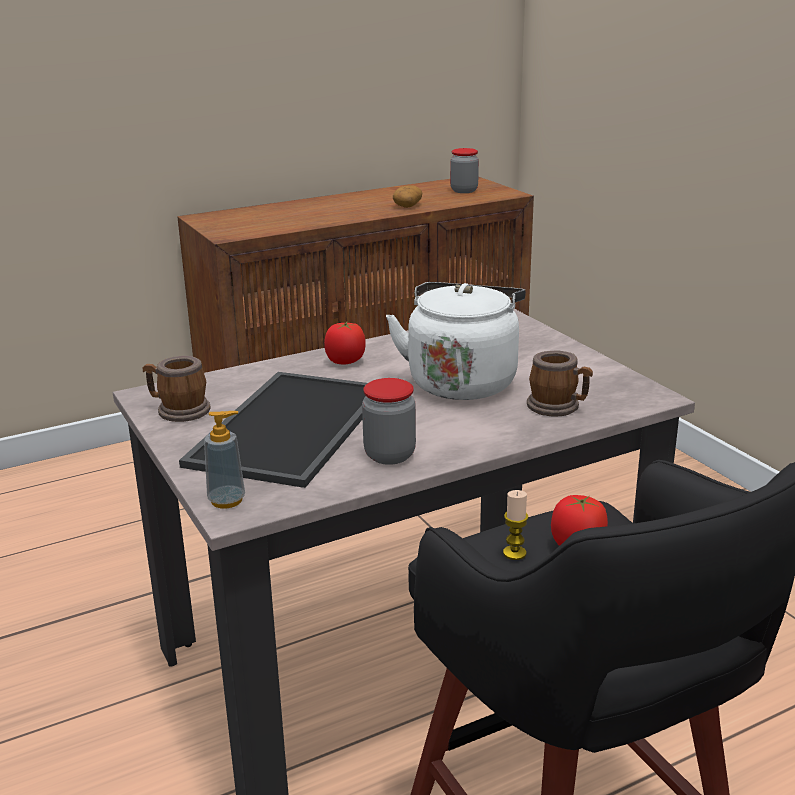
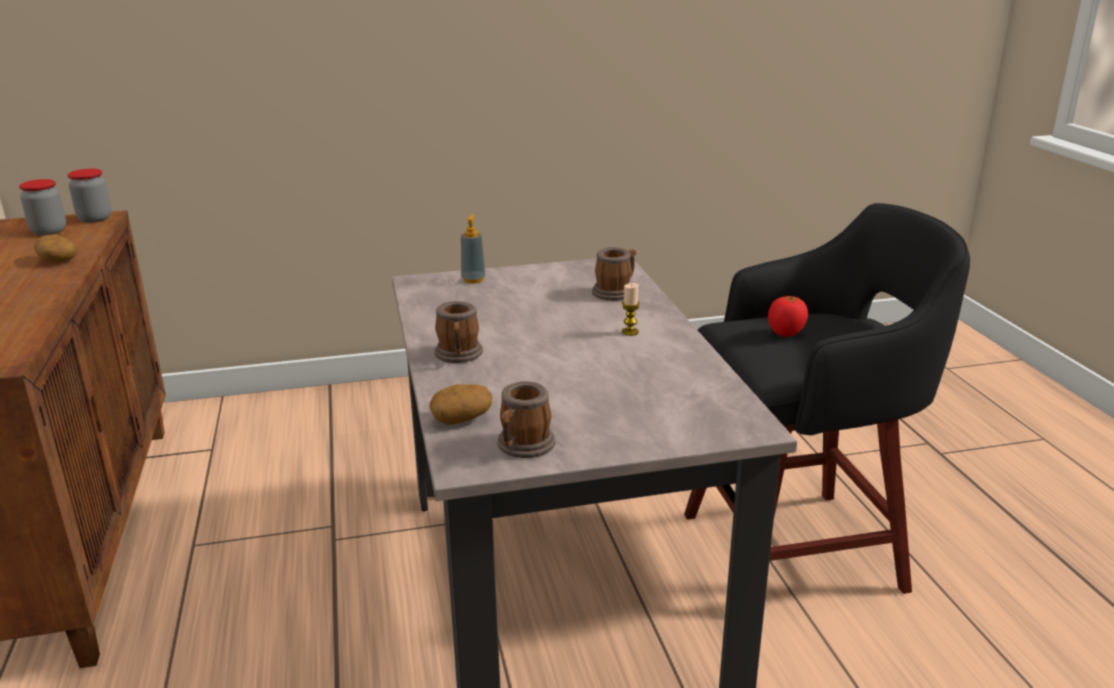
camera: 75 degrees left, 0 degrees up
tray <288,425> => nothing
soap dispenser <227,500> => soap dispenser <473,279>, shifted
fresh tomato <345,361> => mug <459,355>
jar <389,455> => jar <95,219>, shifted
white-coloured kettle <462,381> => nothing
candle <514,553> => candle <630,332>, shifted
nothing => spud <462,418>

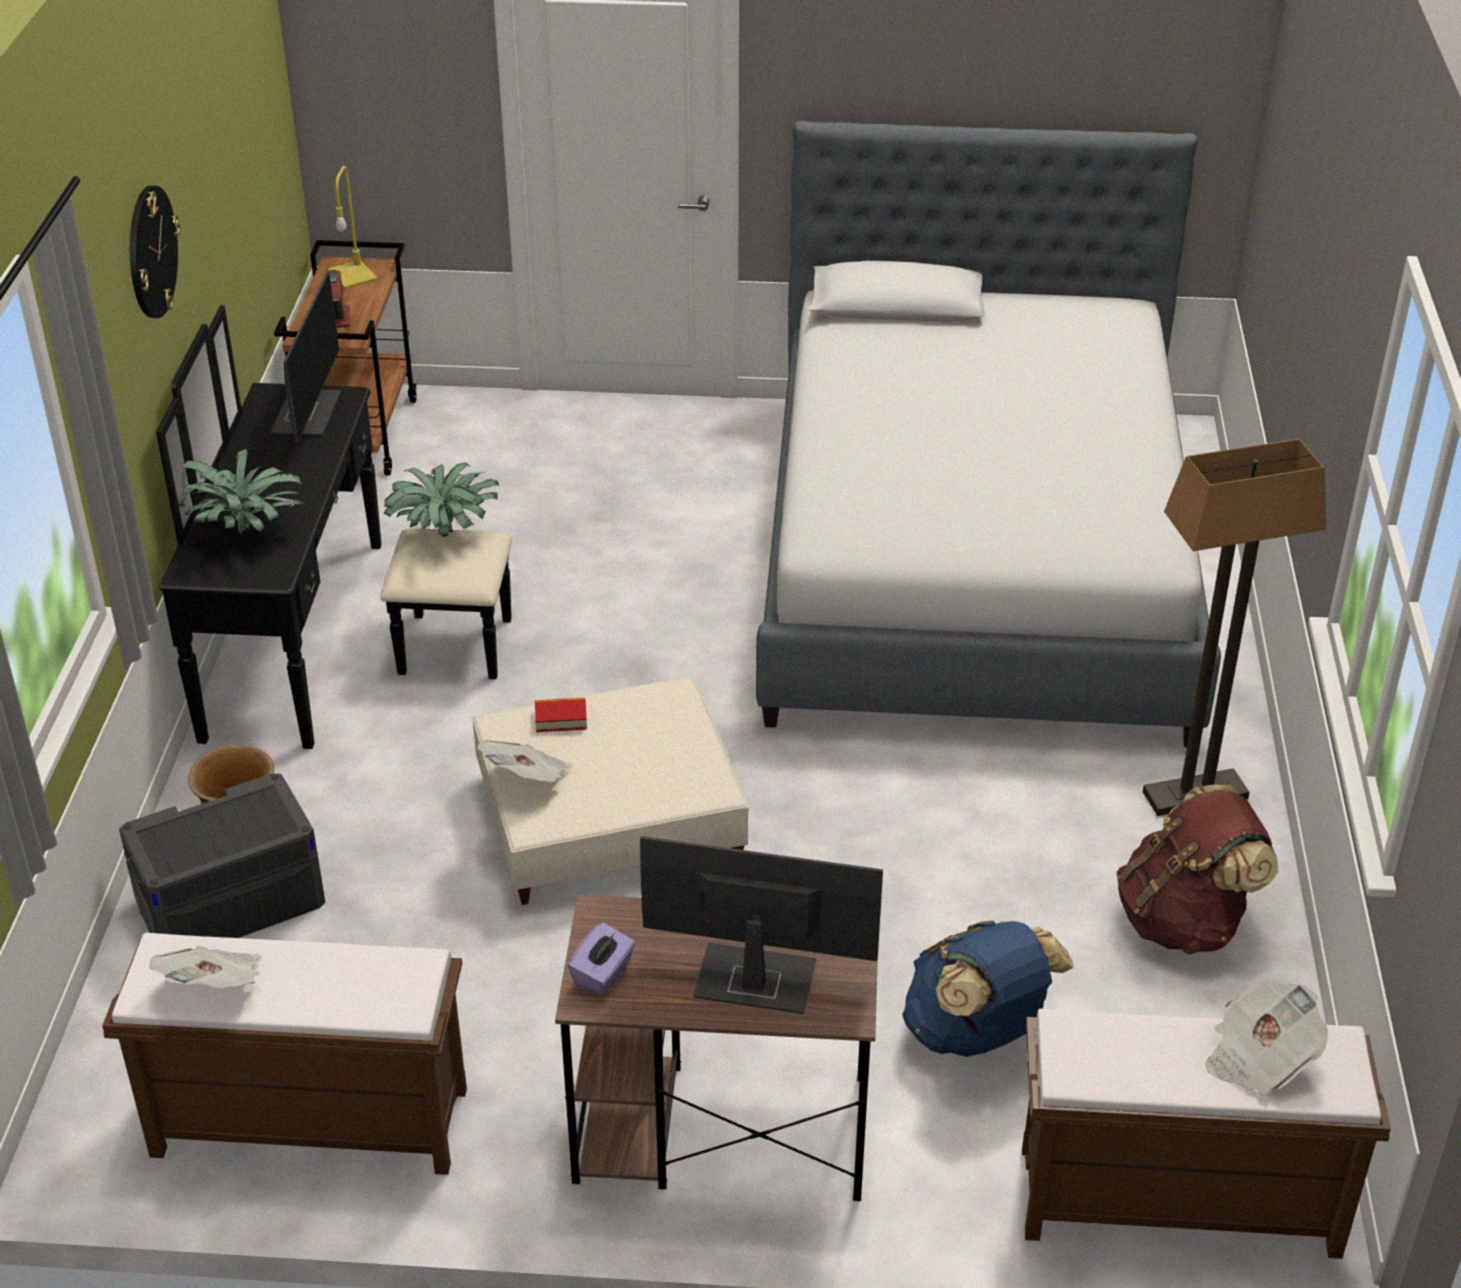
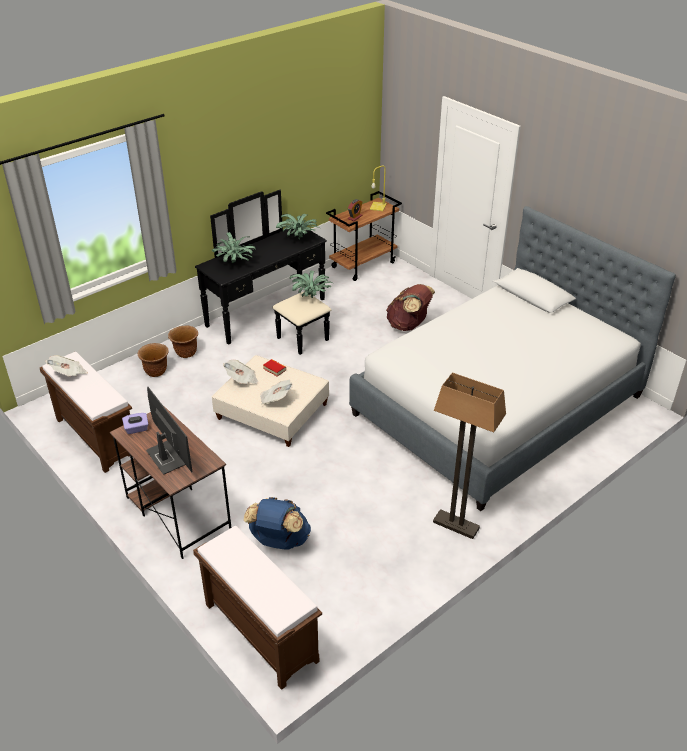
camera: 45 degrees right, 0 degrees up
gray storage container <230,902> => brown flower pot <156,371>
wall clock <151,252> => nothing
computer display <306,413> => potted plant <299,239>
brown rucksack <1184,921> => brown rucksack <408,325>, shifted
printed paper <1259,1058> => printed paper <275,399>, shifted

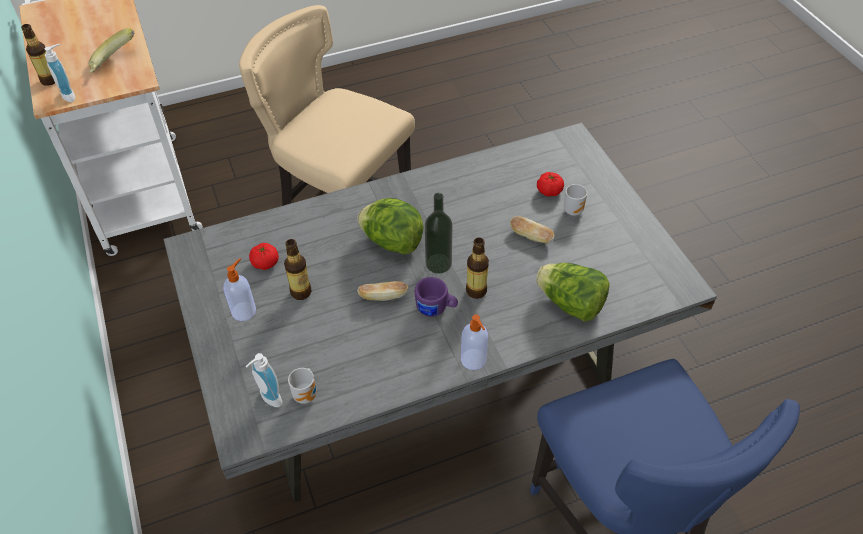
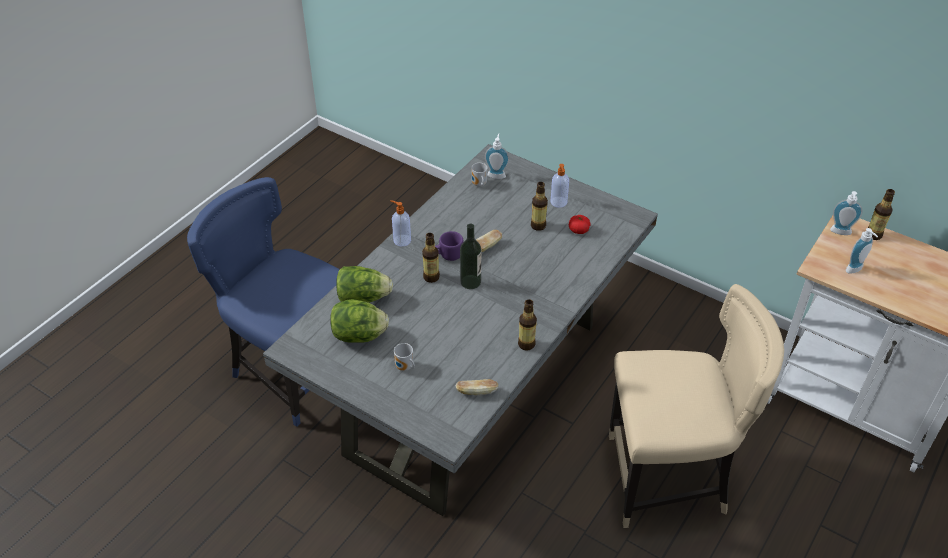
camera: 145 degrees right, 5 degrees down
banana fruit <114,64> => soap dispenser <856,270>
lettuce head <392,242> => lettuce head <359,336>, shifted
baked bread <531,236> => baked bread <476,392>, shifted
fresh tomato <549,191> => nothing
nothing => drink bottle <526,344>

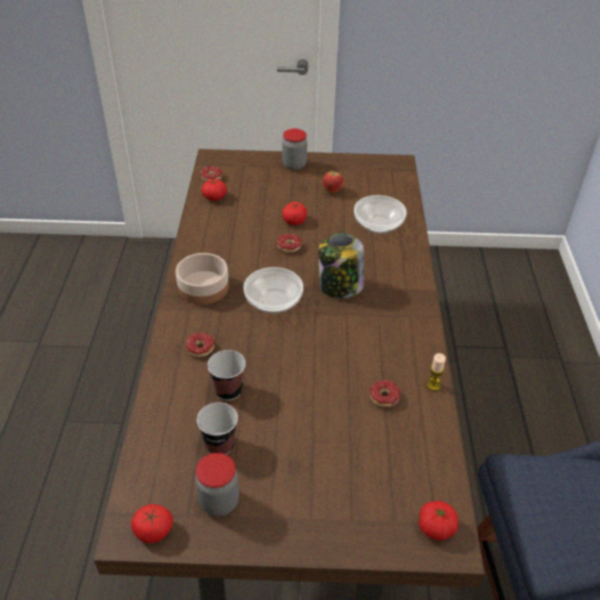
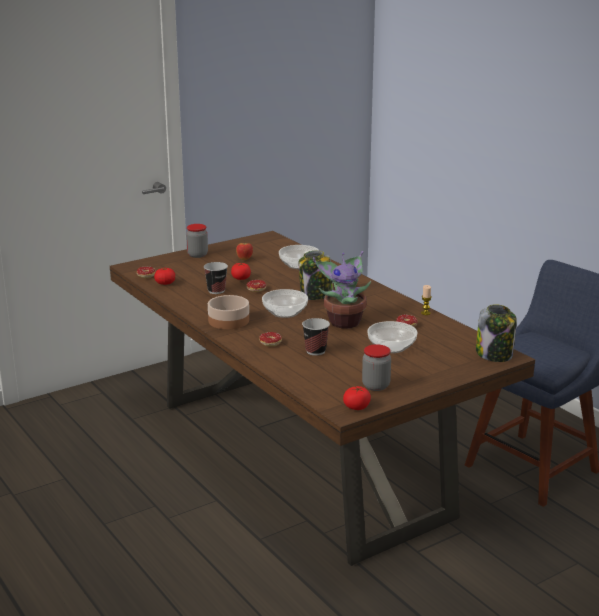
camera: 35 degrees left, 20 degrees down
small cup <220,445> => small cup <216,291>, shifted
fresh tomato <436,527> => jar <495,354>
nothing => potted plant <344,321>
nothing => bowl <392,347>

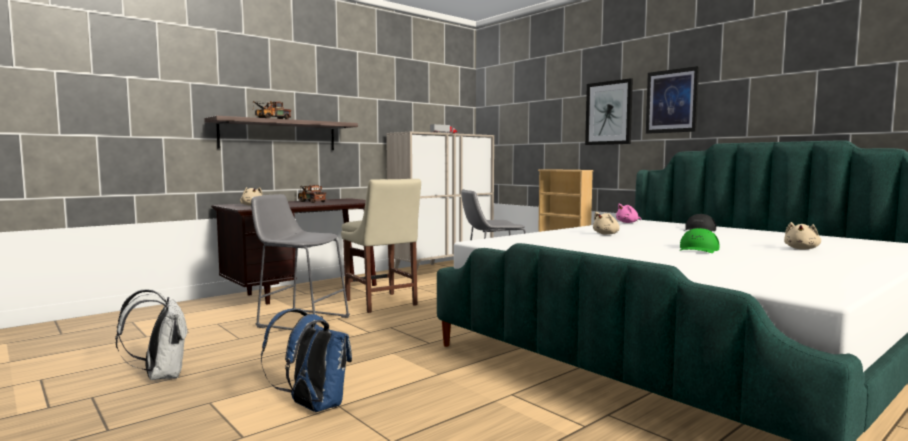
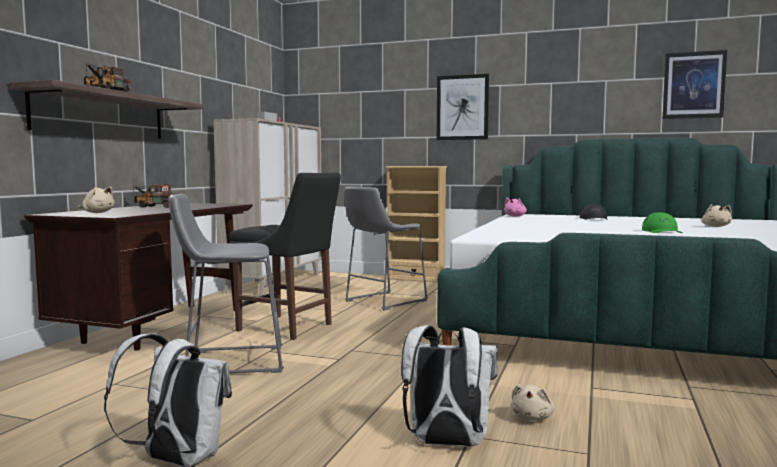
camera: 30 degrees left, 0 degrees up
bluish rucksack <312,406> => white-coloured rucksack <446,444>
sand-coloured plain chair <382,303> => black plain chair <288,328>
sand-coloured cuddly toy <607,234> => sand-coloured cuddly toy <532,417>, shifted
wall picture <672,101> => wall picture <693,85>, shifted

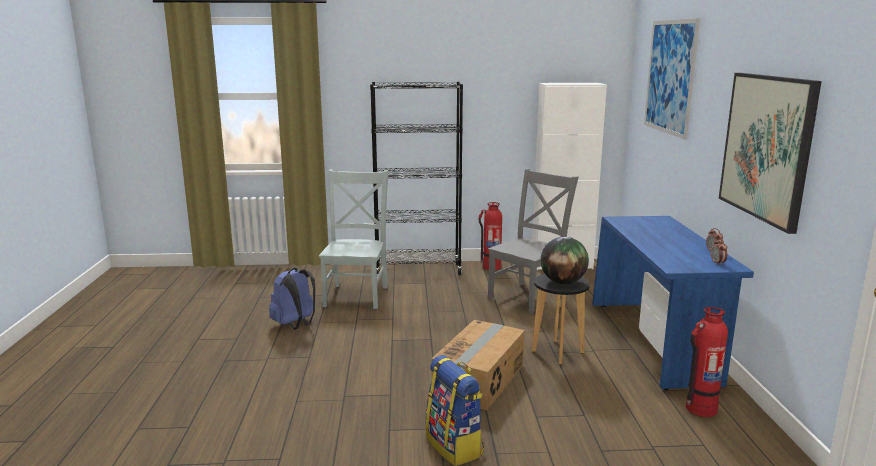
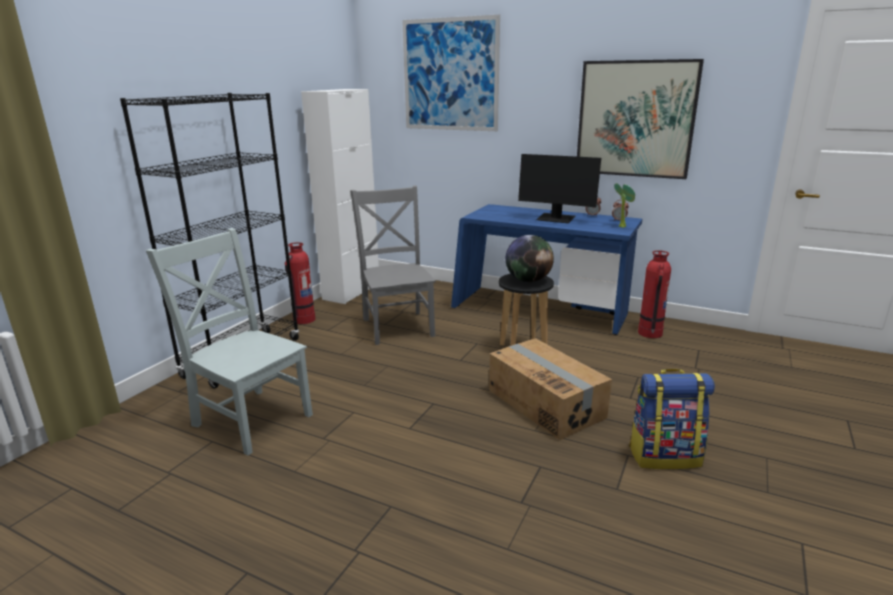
camera: 60 degrees left, 5 degrees up
bluish rucksack <295,325> => nothing
nothing => computer display <556,219>
nothing => potted plant <622,226>

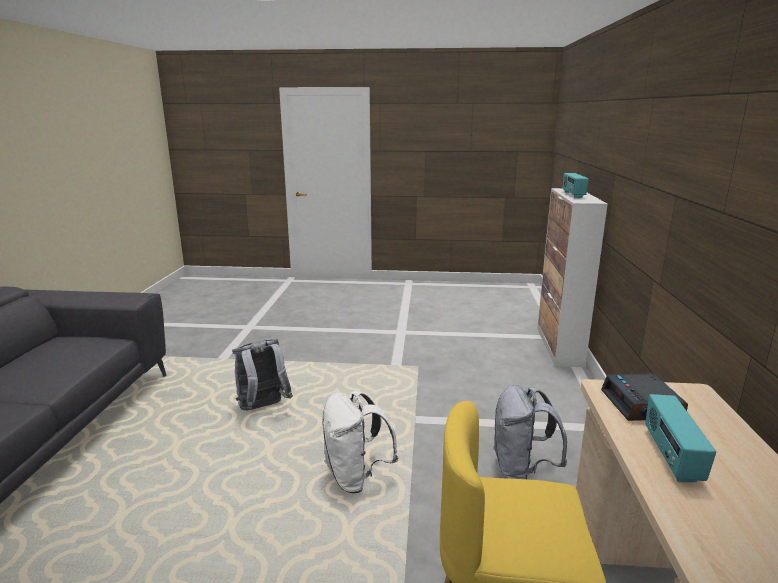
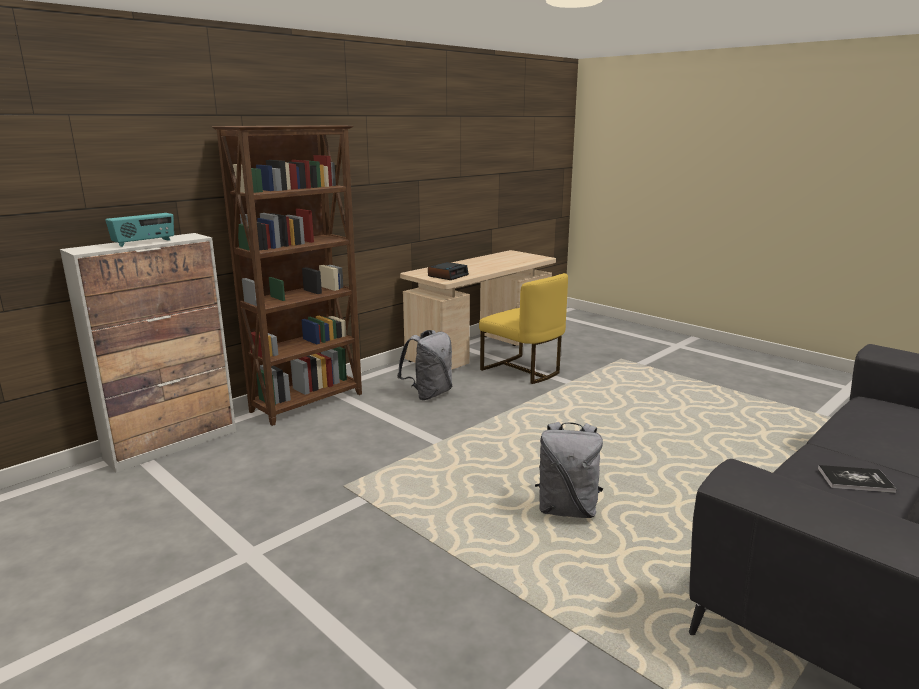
camera: 140 degrees left, 0 degrees up
white-coloured rucksack <356,477> => nothing
radio receiver <671,456> => nothing
nothing => brown bookcase <308,403>
nothing => volume <855,480>

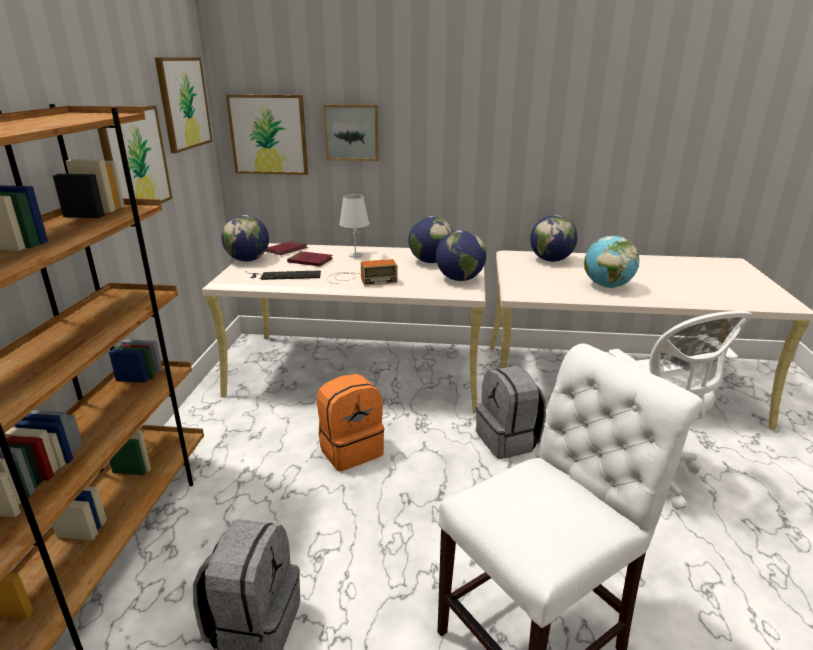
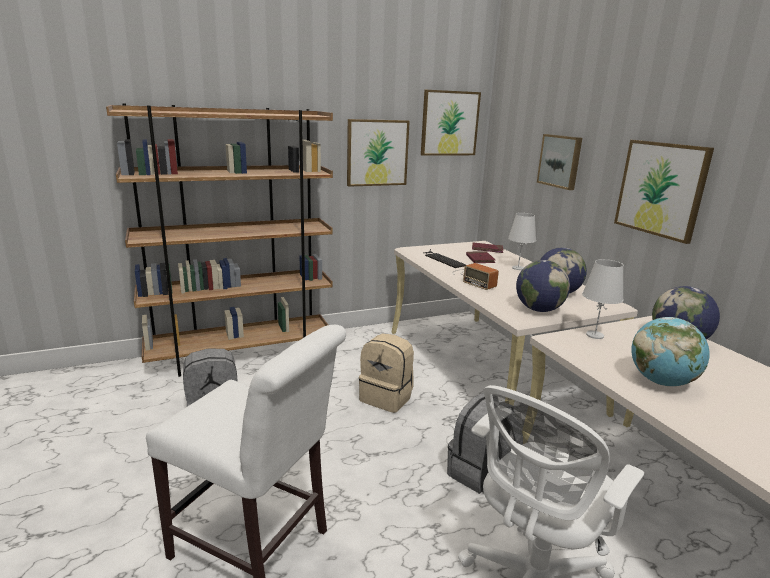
camera: 60 degrees right, 5 degrees down
desk globe <248,260> => nothing
wall picture <268,135> => wall picture <661,189>, shifted
orange rucksack <351,450> => sand-coloured rucksack <387,397>
nothing => white-coloured table lamp <594,335>

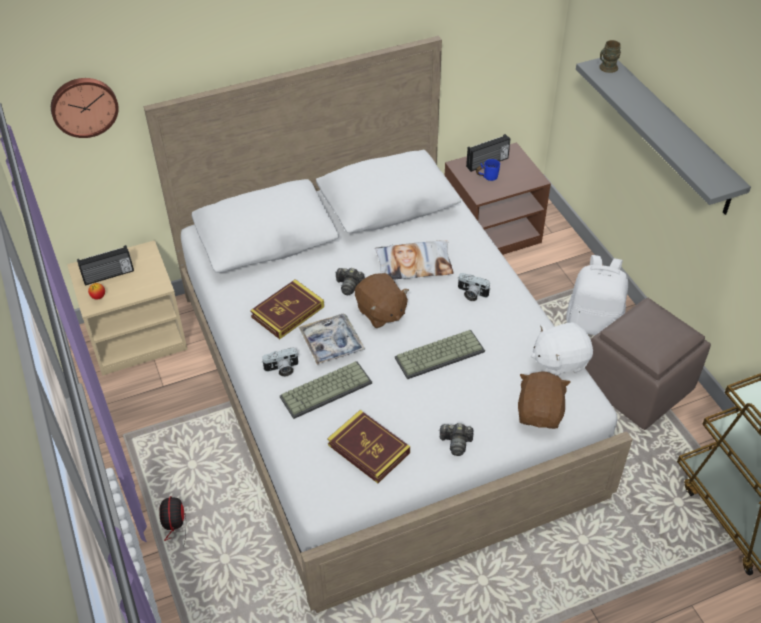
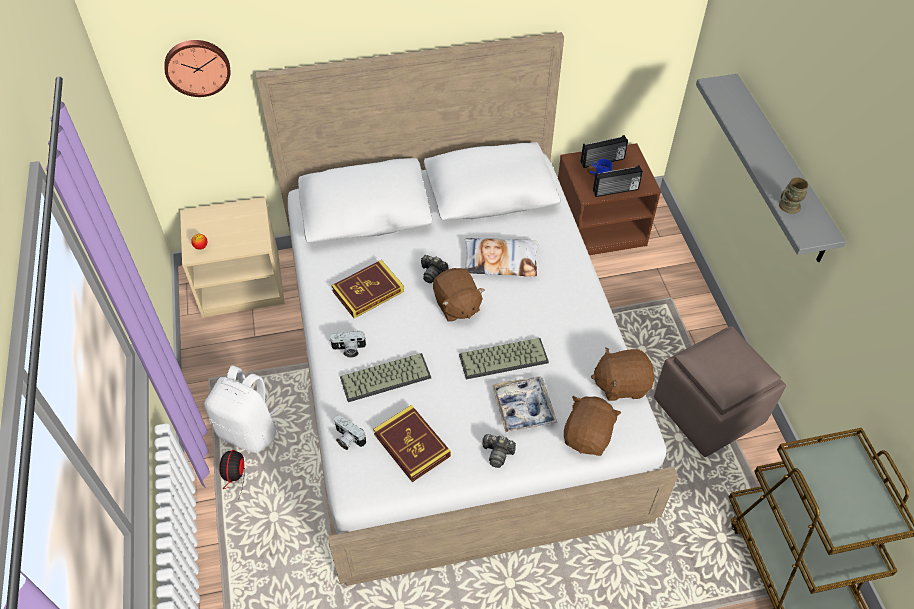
camera: 10 degrees right, 5 degrees up
radio receiver <108,275> => radio receiver <616,191>, shifted
tray <331,343> => tray <523,407>, shifted
photo camera <471,294> => photo camera <347,439>, shifted
white-coloured cuddly toy <559,361> => brown cuddly toy <621,384>
white-coloured rucksack <594,323> => white-coloured rucksack <249,431>, shifted
brown mug <606,69> => brown mug <786,207>, shifted

